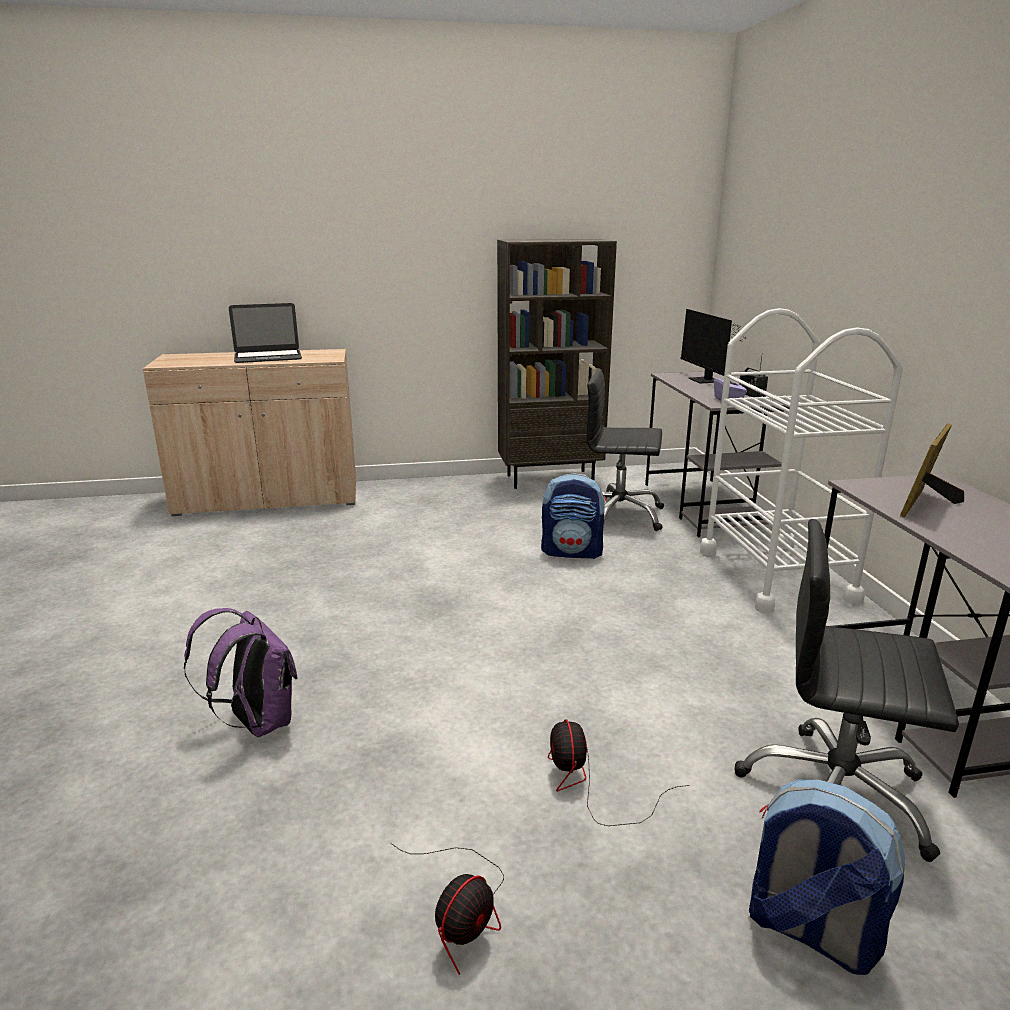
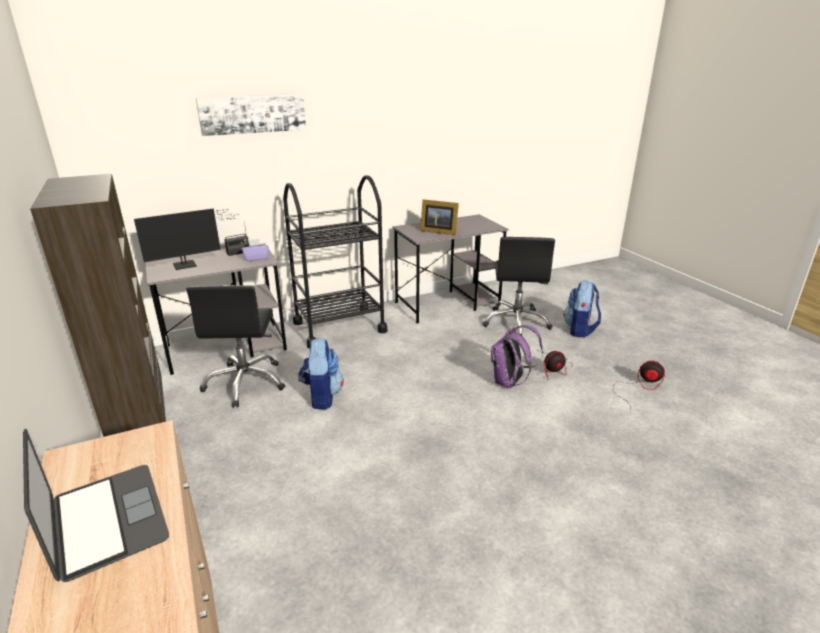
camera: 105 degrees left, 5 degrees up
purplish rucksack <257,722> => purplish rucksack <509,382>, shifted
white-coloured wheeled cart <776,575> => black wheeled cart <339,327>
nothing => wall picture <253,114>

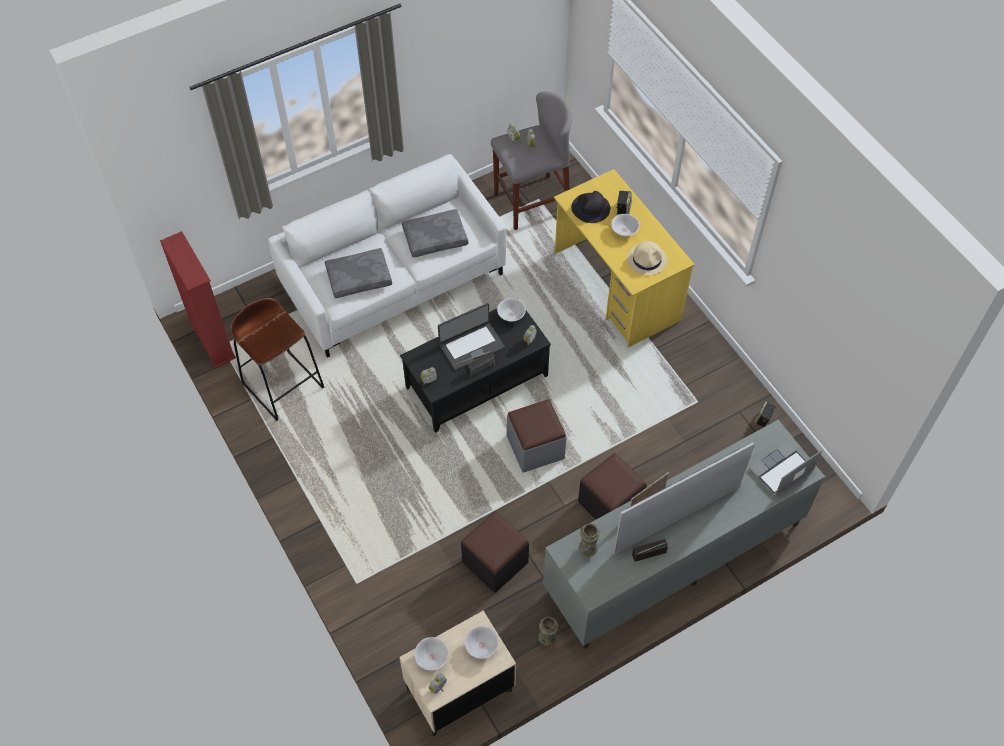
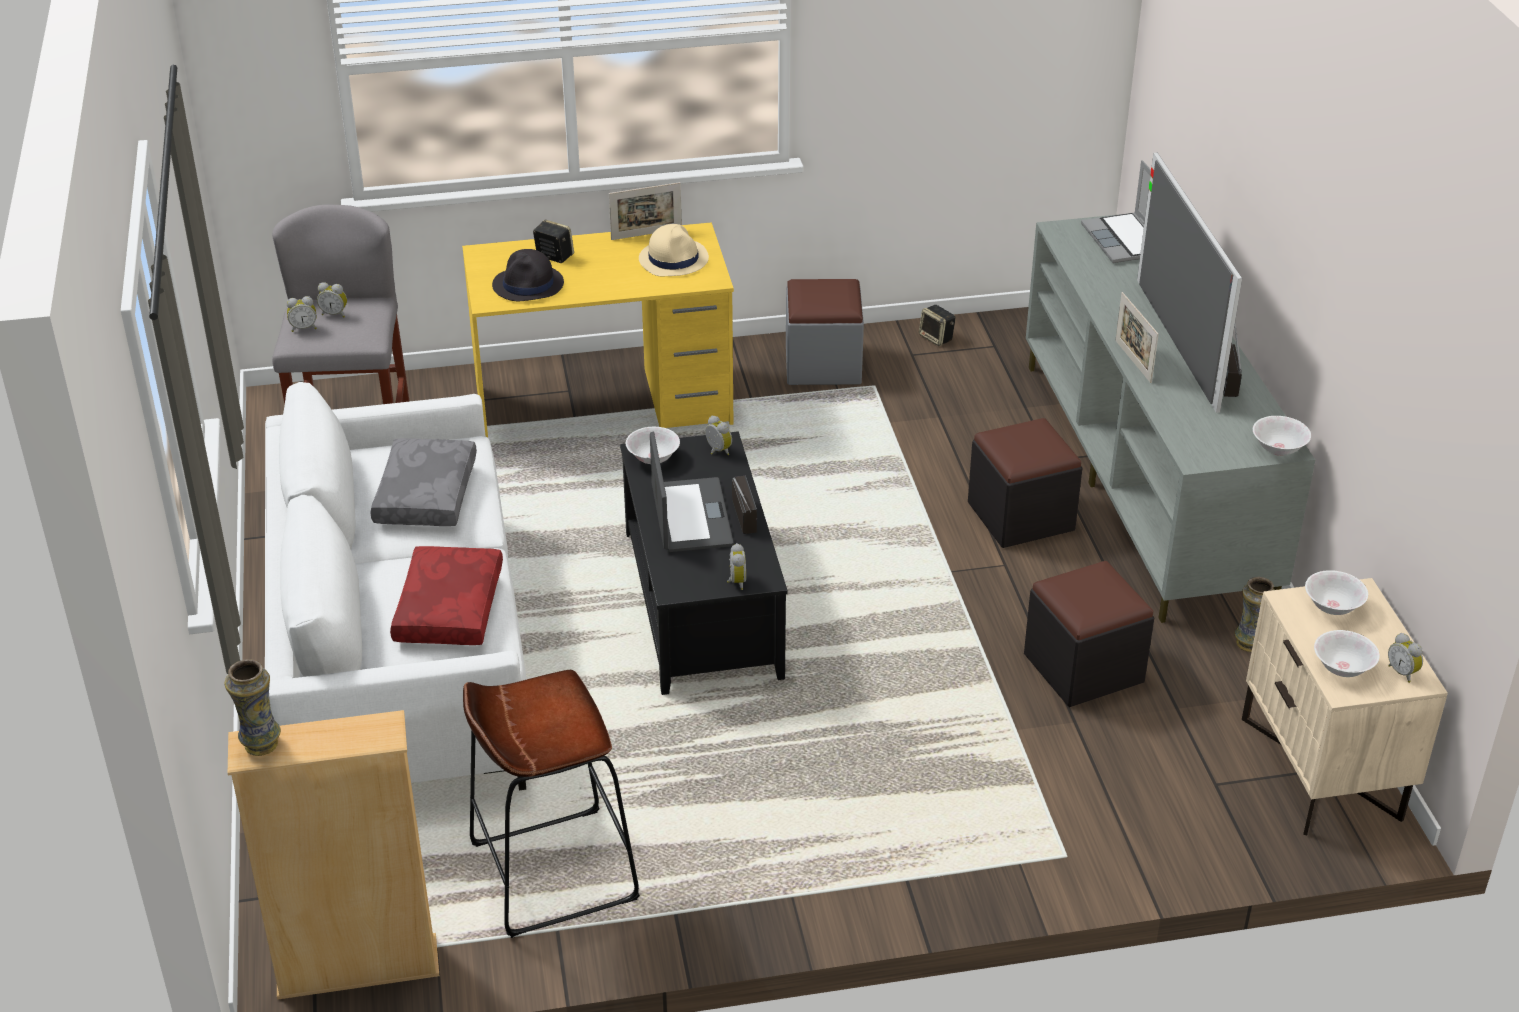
camera: 70 degrees left, 20 degrees down
red-coloured bookcase <212,339> => sand-coloured bookcase <358,968>
gray cushion <359,277> => red-coloured cushion <447,608>
gray footrest <535,447> => gray footrest <823,364>, shifted
vase <587,549> => vase <260,744>, shifted
white-coloured bowl <624,231> => white-coloured bowl <1278,449>, shifted
nothing => standing frame <646,234>

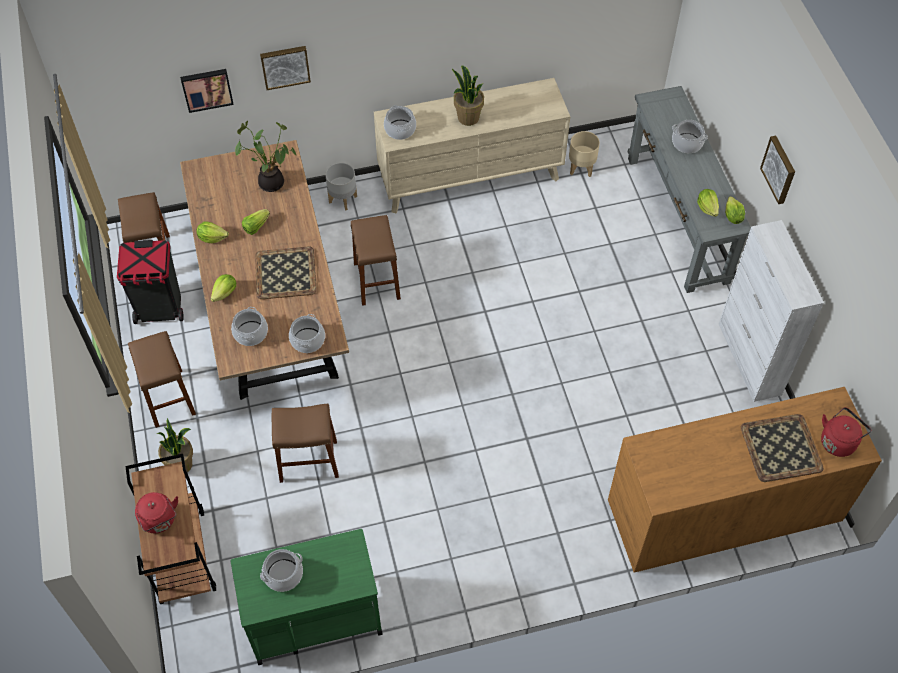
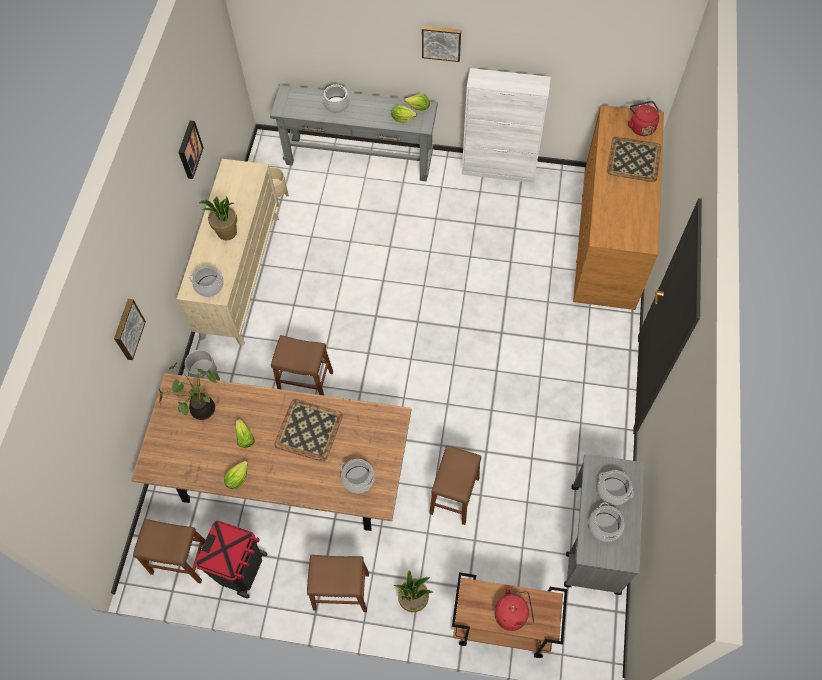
camera: 65 degrees left, 5 degrees up
wall picture <207,89> => wall picture <188,149>, shifted
lettuce head <225,293> => nothing
green wheeled cart <313,618> => gray wheeled cart <595,540>
saucepot <307,340> => saucepot <612,490>, shifted

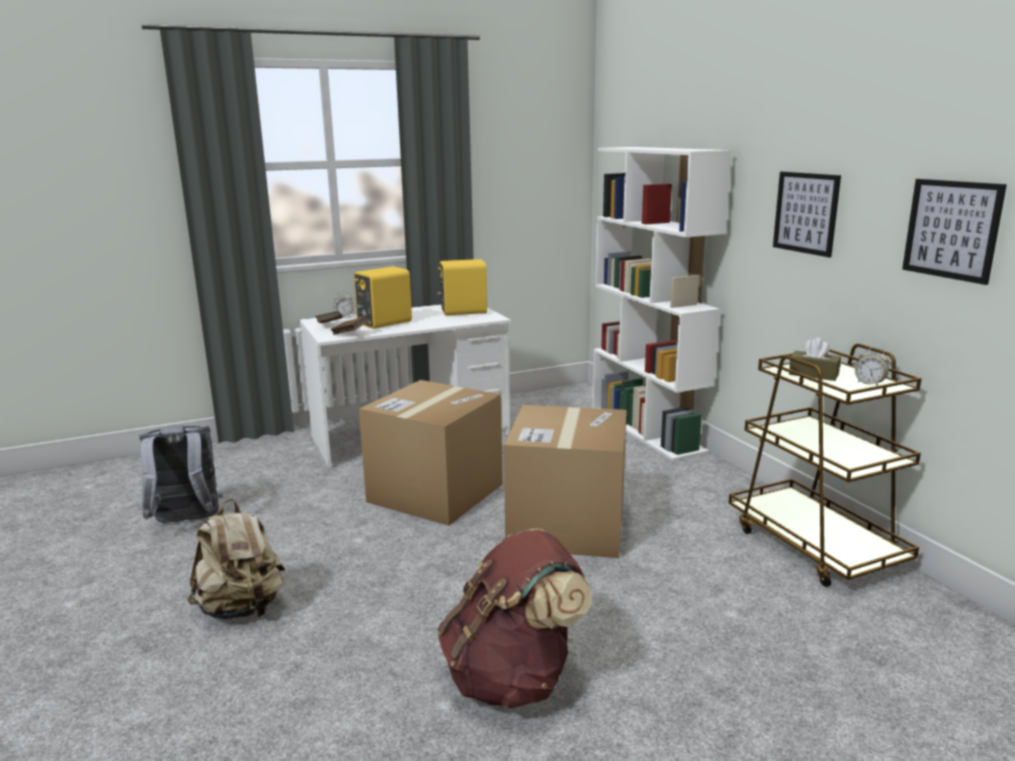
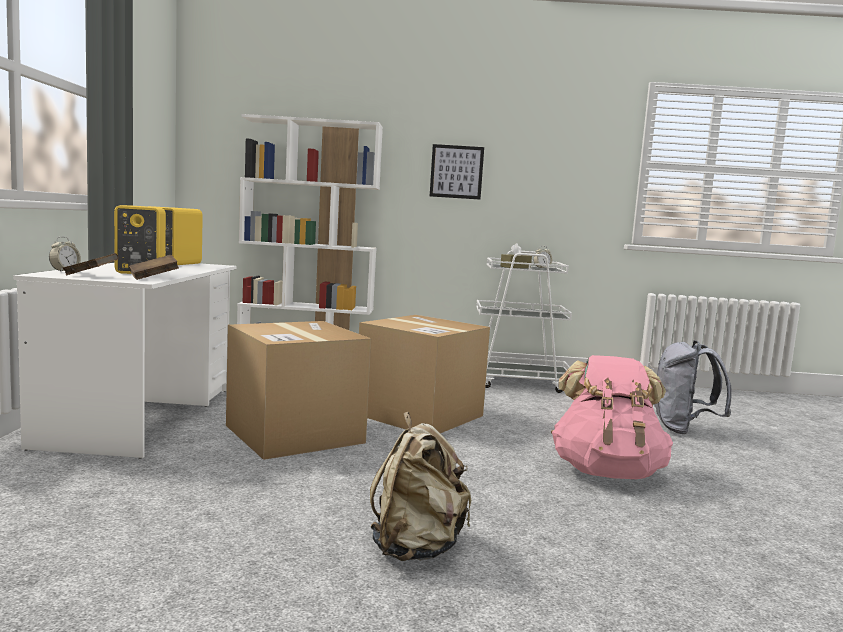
camera: 65 degrees left, 10 degrees down
gray rucksack <186,522> => gray rucksack <683,430>, shifted
brown rucksack <513,678> => pinkish rucksack <606,472>
brown wheeled cart <814,545> => white-coloured wheeled cart <516,382>
wall picture <952,229> => nothing

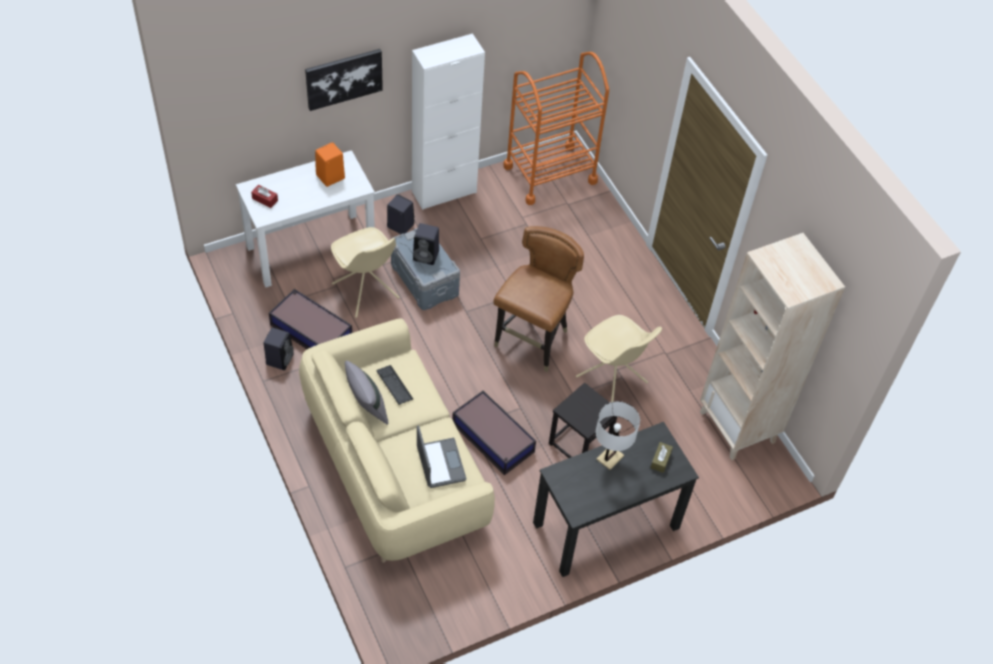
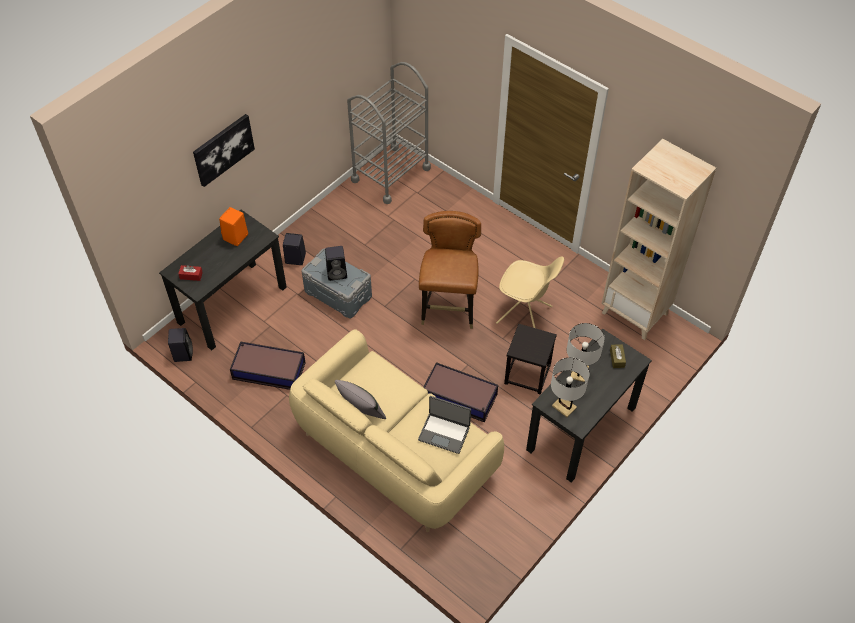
camera: 20 degrees left, 0 degrees up
white-coloured desk unit <311,249> => black desk unit <232,304>
black speaker <280,358> => black speaker <183,353>, shifted
sand-coloured plain chair <366,292> => nothing
keyboard <394,385> => nothing
white-coloured cabinet <444,192> => nothing
notebook computer <439,463> => notebook computer <444,433>, 150 degrees clockwise
orange wheeled cart <550,174> => gray wheeled cart <390,174>
nothing => white-coloured table lamp <564,407>

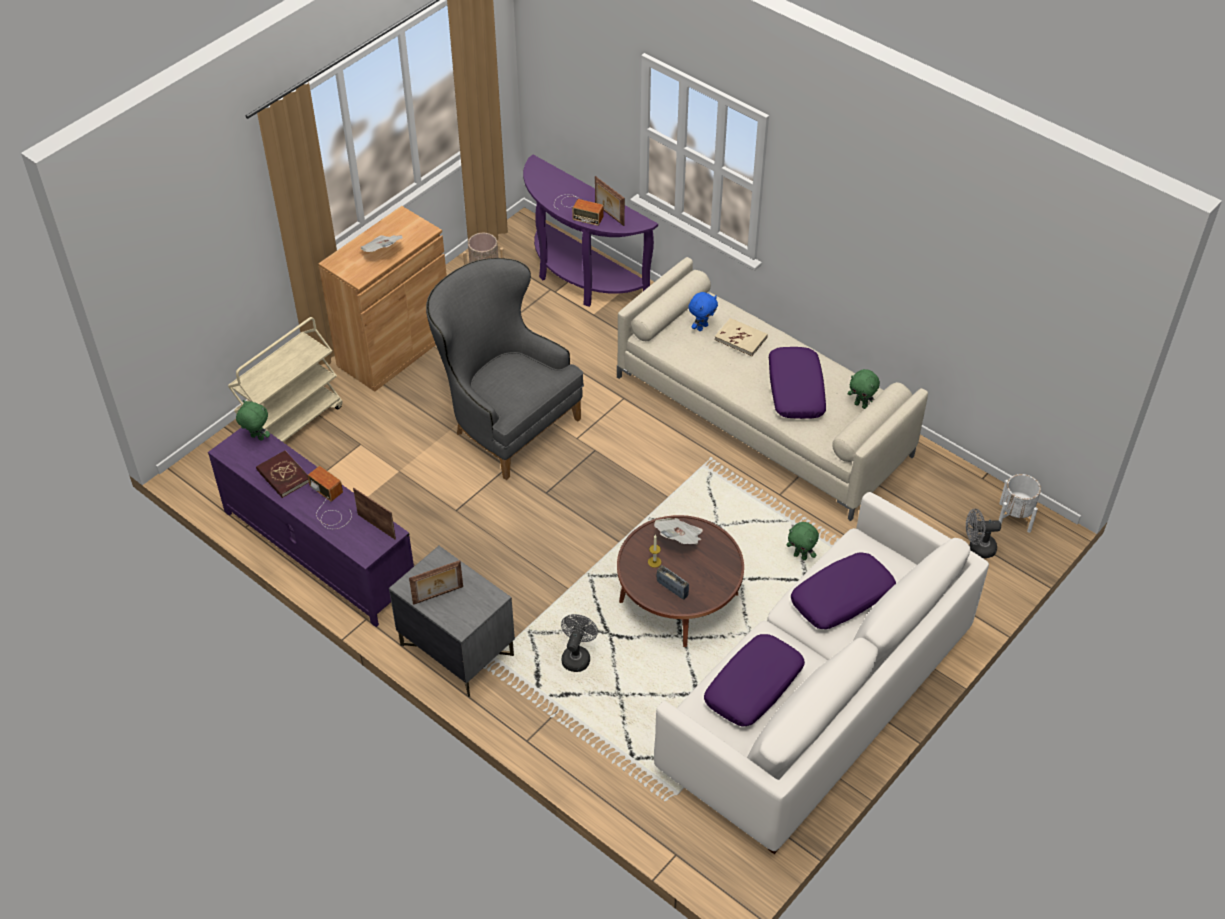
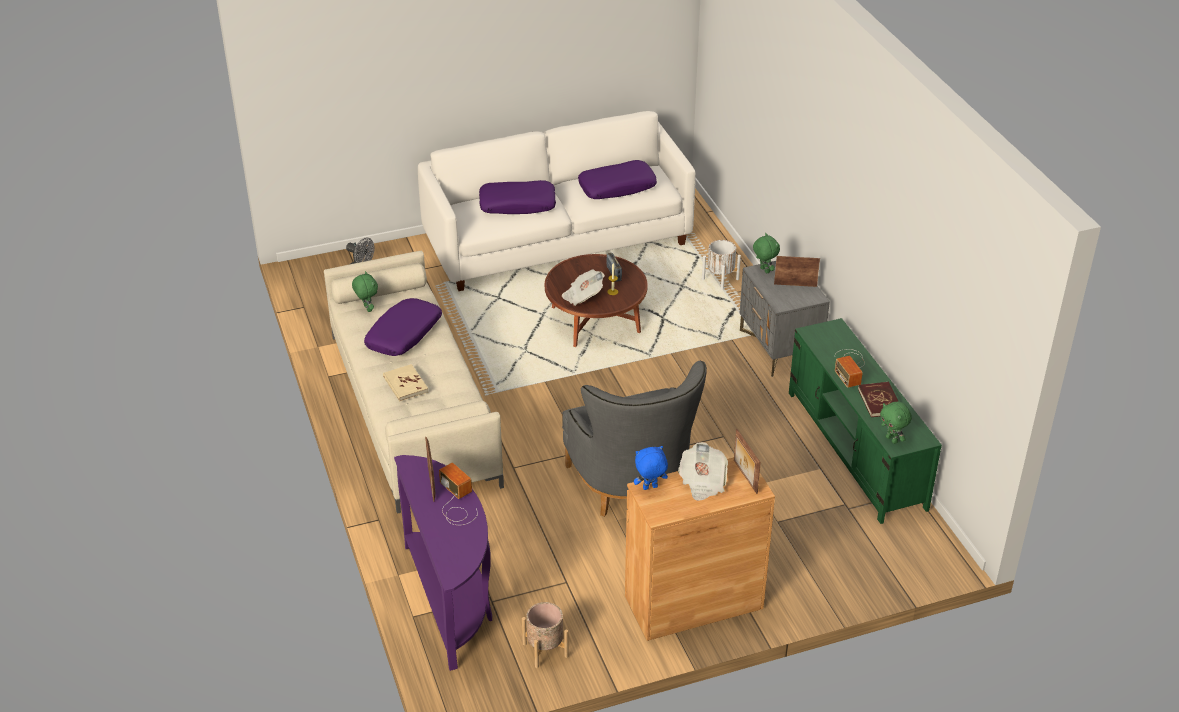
camera: 150 degrees left, 10 degrees down
purplish tv unit <318,550> => green tv unit <856,450>
sand-coloured wheeled cart <292,423> => nothing
standing frame <377,526> => standing frame <744,477>, shifted
gray cooling fan <577,656> => nothing
bluish cuddly toy <702,327> => bluish cuddly toy <650,488>, shifted
green cuddly toy <800,556> => green cuddly toy <764,270>, shifted
white-coloured flower pot <1015,517> => white-coloured flower pot <720,279>, shifted

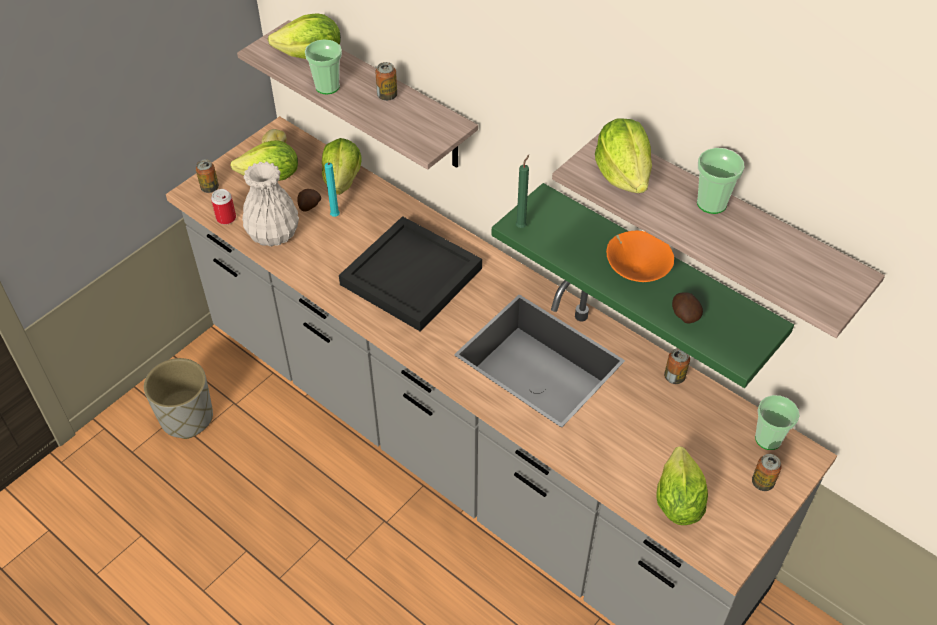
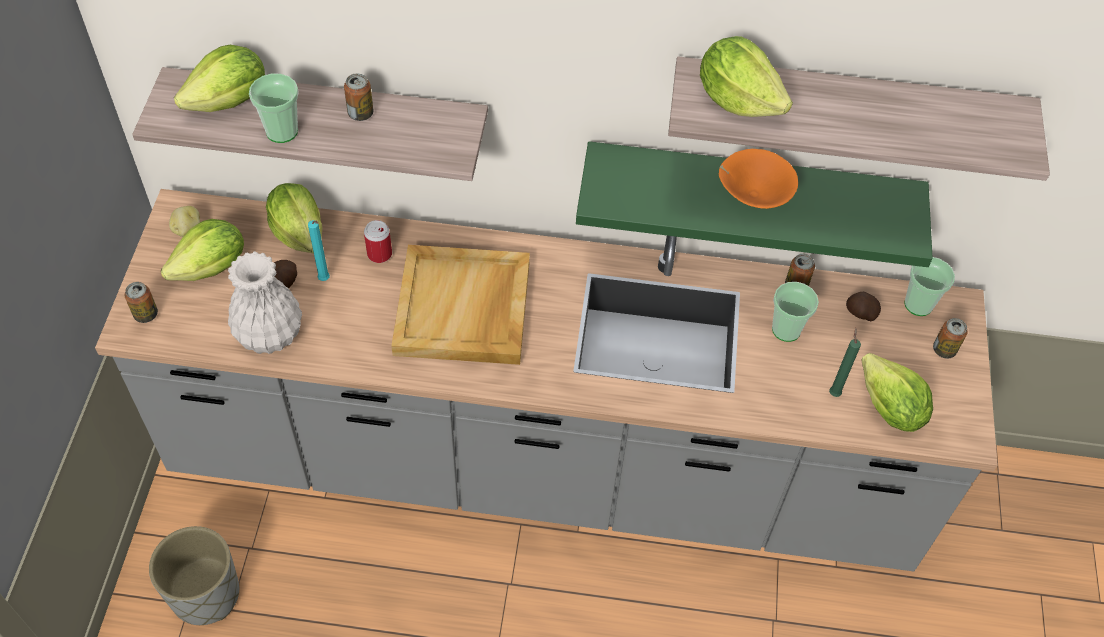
camera: 35 degrees left, 5 degrees up
metal can <226,218> => metal can <379,254>, shifted
black tray <411,277> => sand-coloured tray <464,309>
green candle <522,226> => green candle <834,392>, shifted
spud <684,315> => spud <860,313>, shifted
small cup <711,203> => small cup <786,330>, shifted

